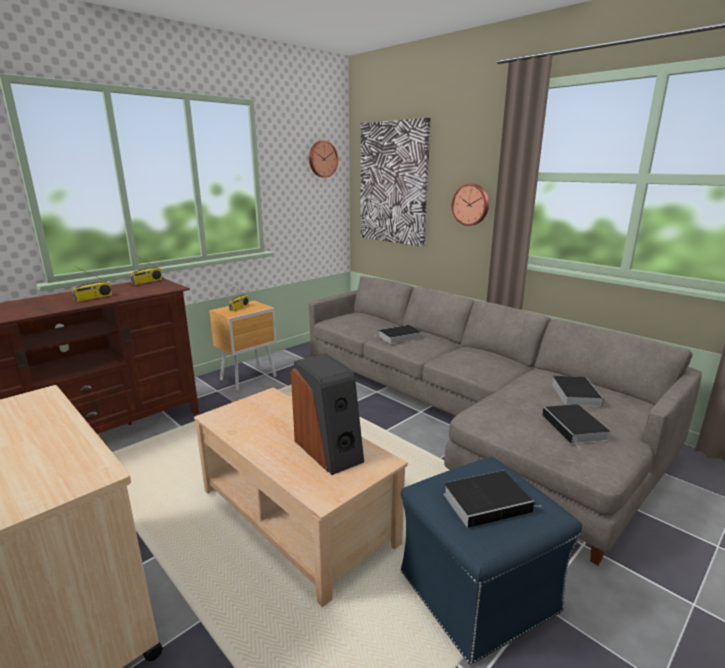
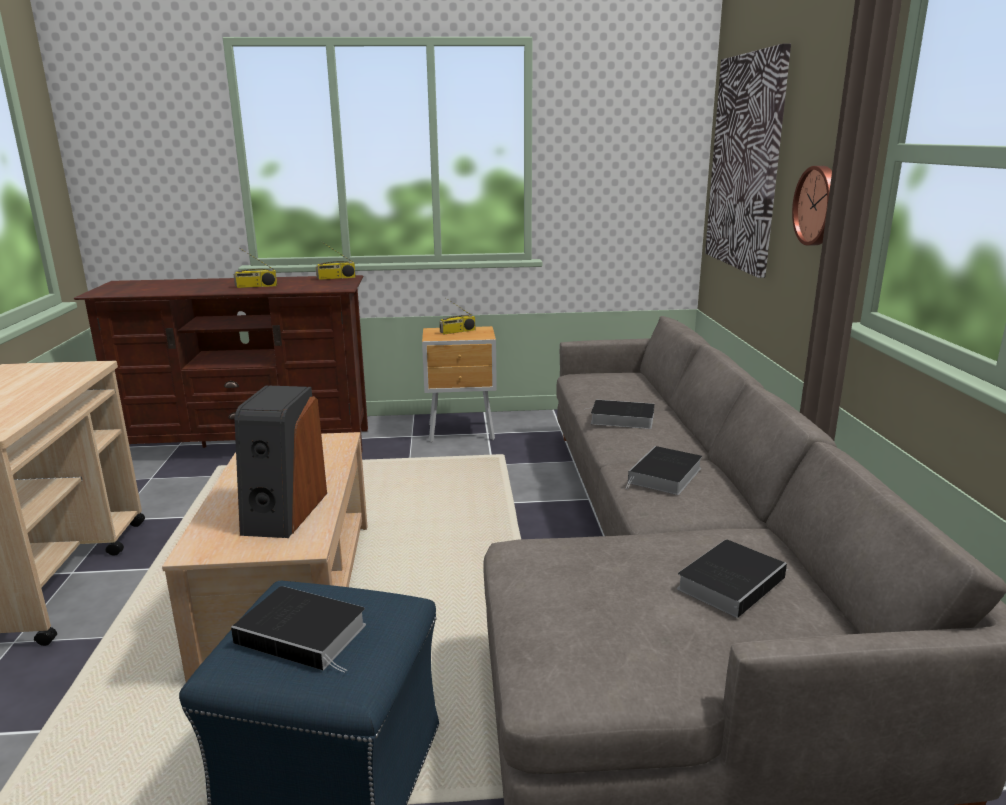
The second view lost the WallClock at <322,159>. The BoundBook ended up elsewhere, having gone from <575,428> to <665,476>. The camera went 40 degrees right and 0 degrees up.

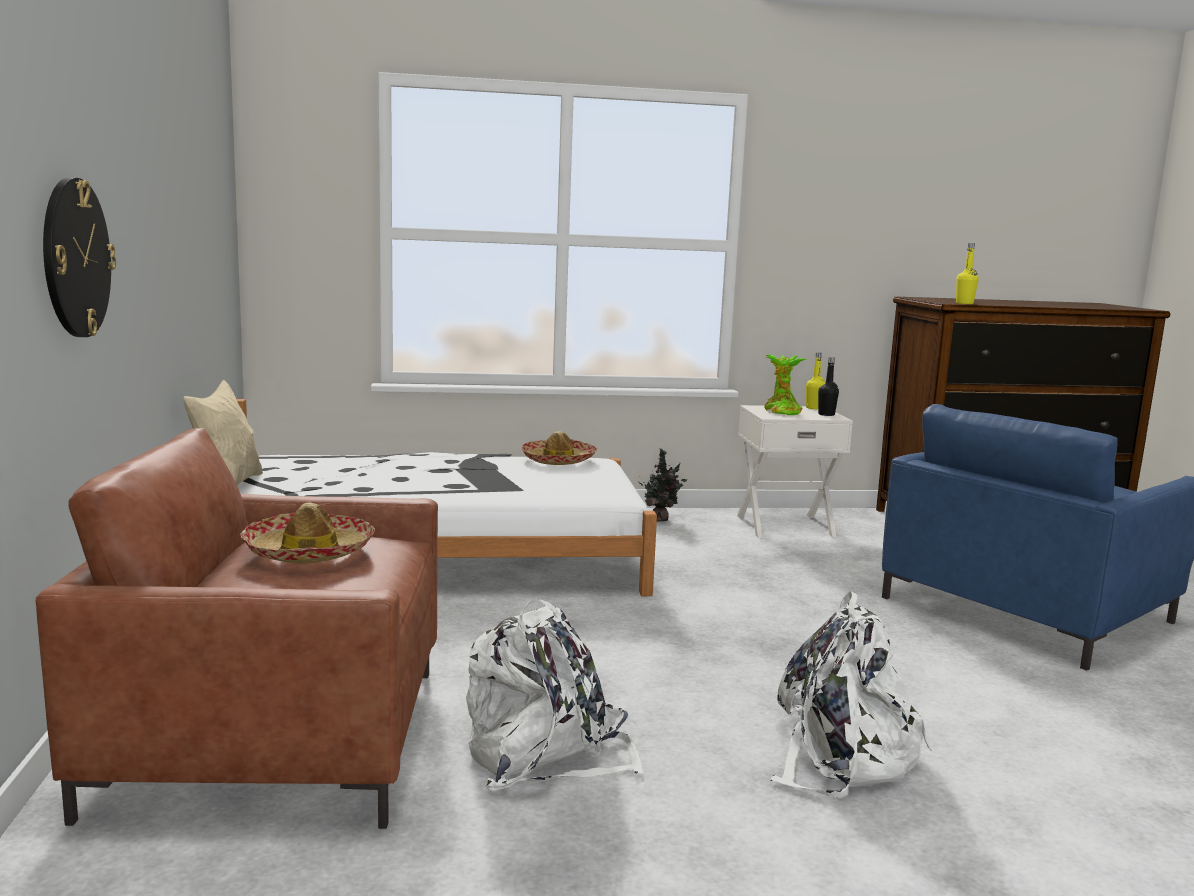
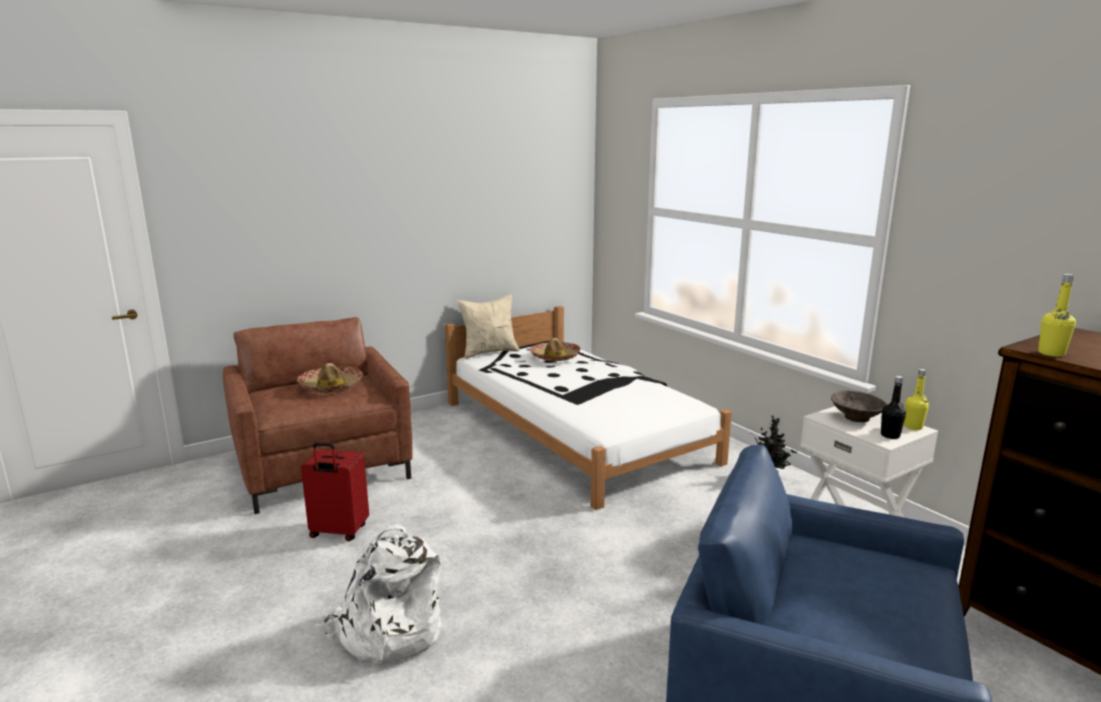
The second view lost the WallClock at <75,258>. Where the PottedPlant stood at <781,412>, the BrownishServingBowl came to stand at <856,418>. The ClothingHat ended up elsewhere, having gone from <558,460> to <555,357>. Where the WhiteColouredKnapsack stood at <546,755>, the RedSuitcase came to stand at <338,532>. The camera went 65 degrees right and 5 degrees up.

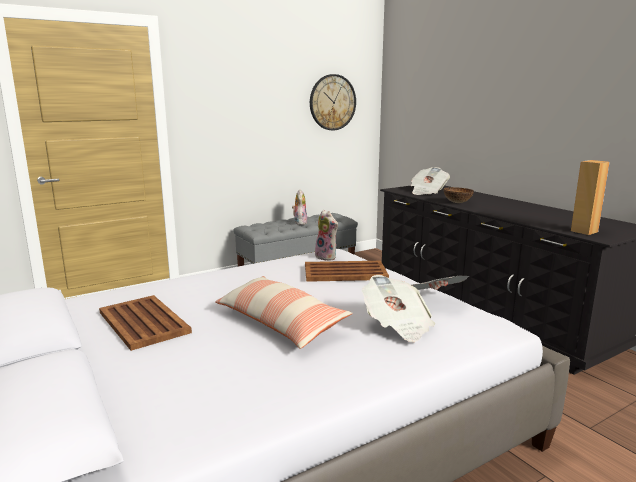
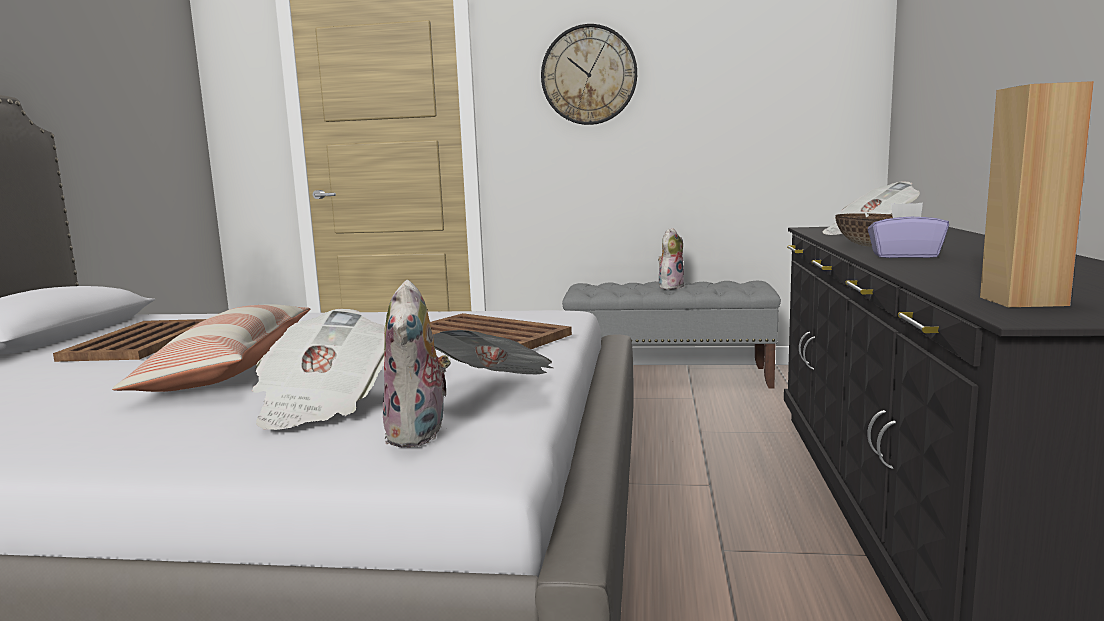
The WallClock ended up elsewhere, having gone from <332,102> to <589,75>. The SoftToy ended up elsewhere, having gone from <327,257> to <420,435>. The second view gained the PurplishTissueBox at <904,256>. The camera went 40 degrees right and 5 degrees down.

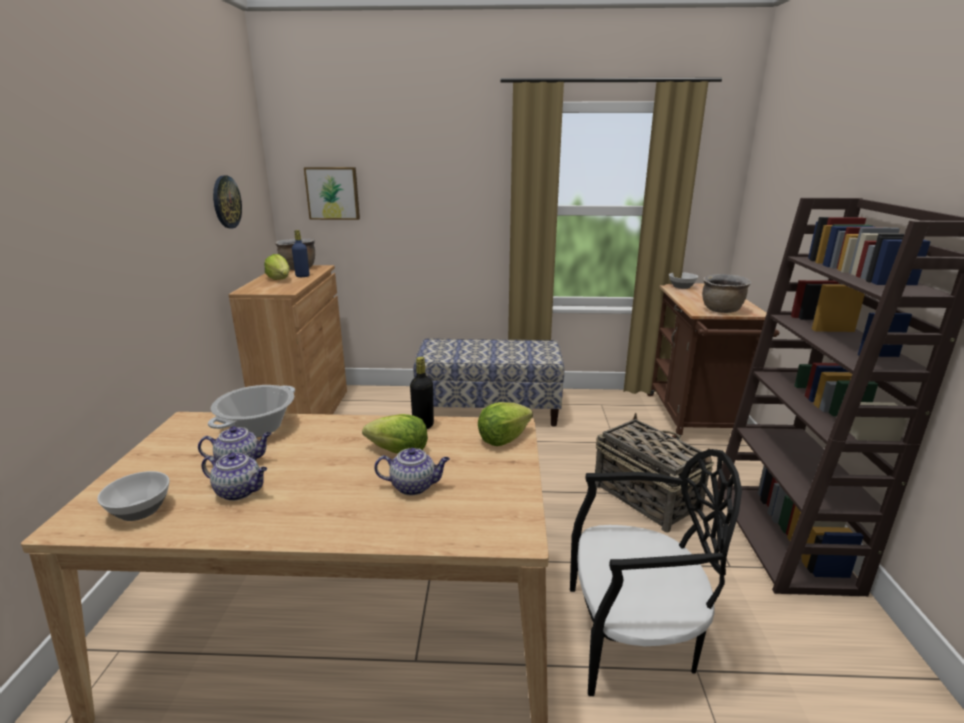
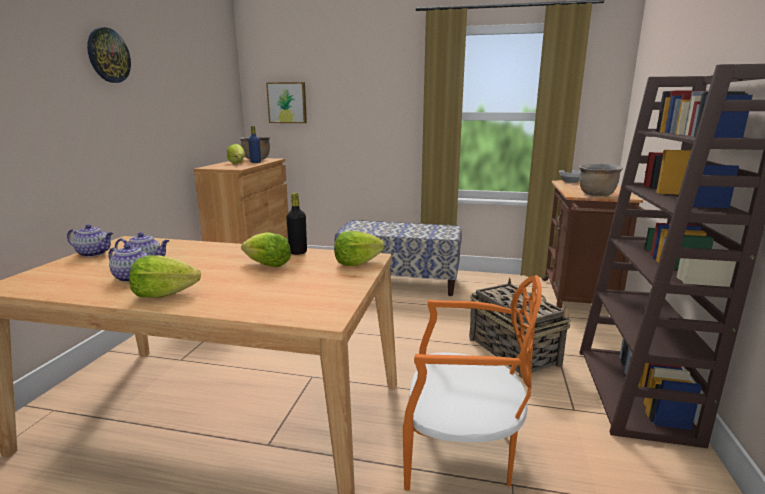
The WallClock ended up elsewhere, having gone from <226,202> to <108,55>. The second view lost the Stockpot at <257,428>. The Teapot ended up elsewhere, having gone from <414,486> to <94,253>. What was the BlackChair at <633,638> turned into the OrangeColouredChair at <461,452>. The second view lost the ServingBowl at <139,510>. The second view gained the Lettuce at <164,294>. The camera went 10 degrees right and 5 degrees down.

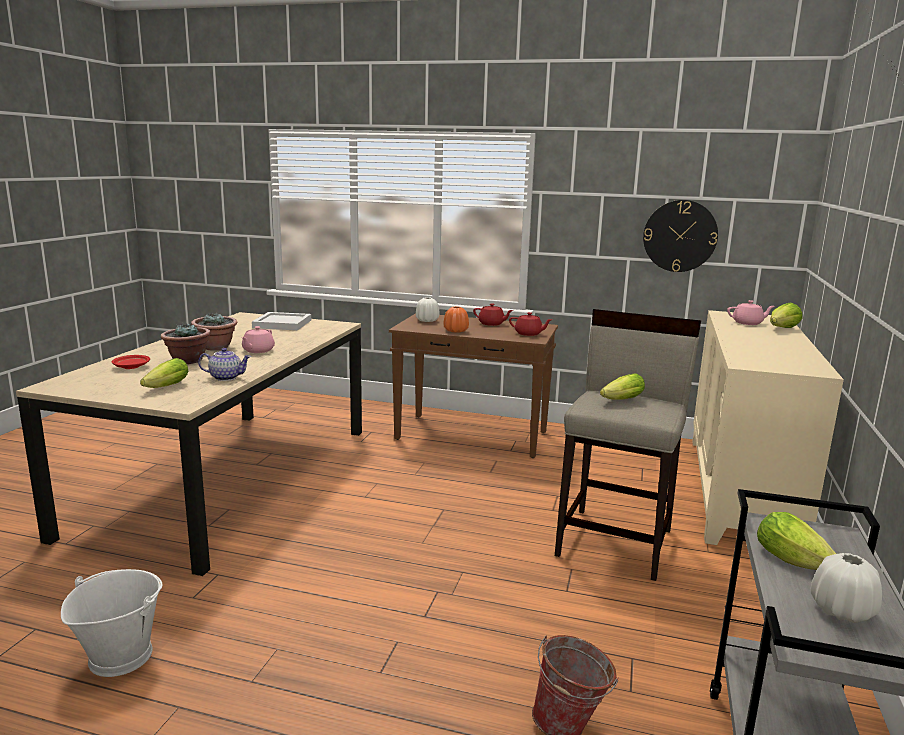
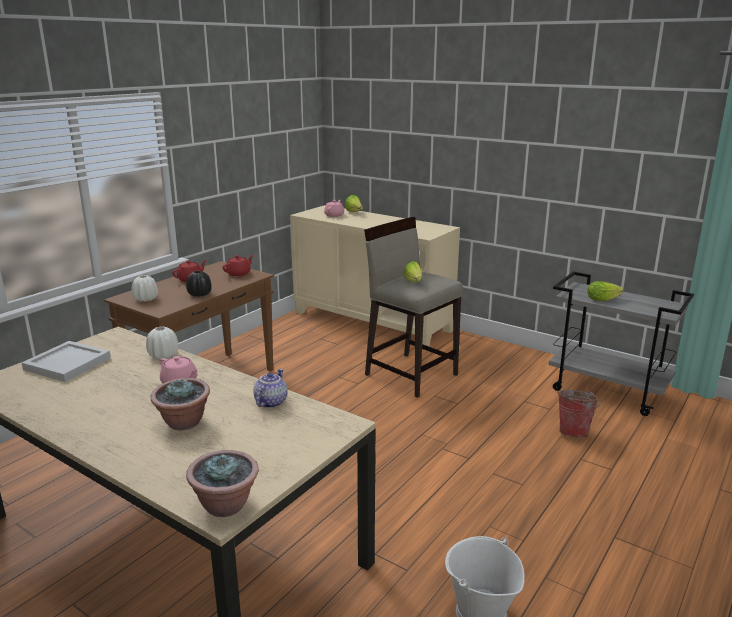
The second view lost the WallClock at <680,236>. What was the OrangeColouredDecorativeVase at <456,331> turned into the BlackDecorativeVase at <199,294>. The PottedPlant ended up elsewhere, having gone from <216,347> to <226,505>. The second view lost the RedDinnerPlate at <131,367>. The second view lost the Lettuce at <164,387>. The WhiteColouredDecorativeVase ended up elsewhere, having gone from <841,611> to <163,355>. The camera went 70 degrees left and 5 degrees up.

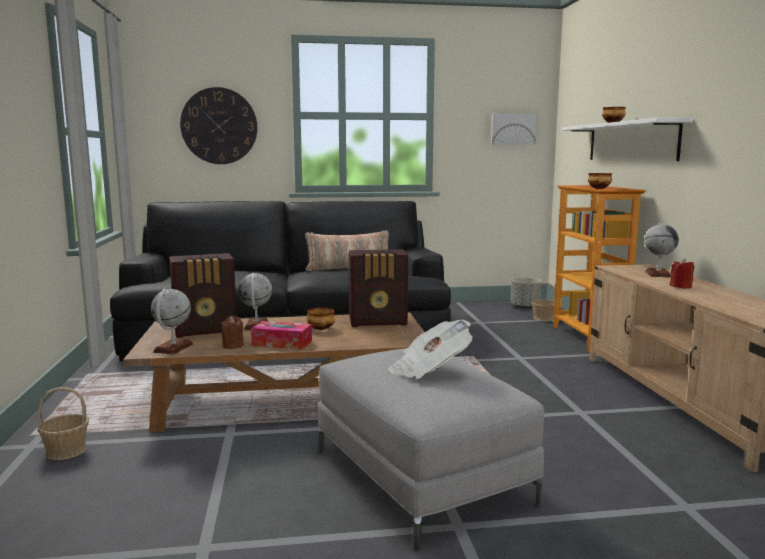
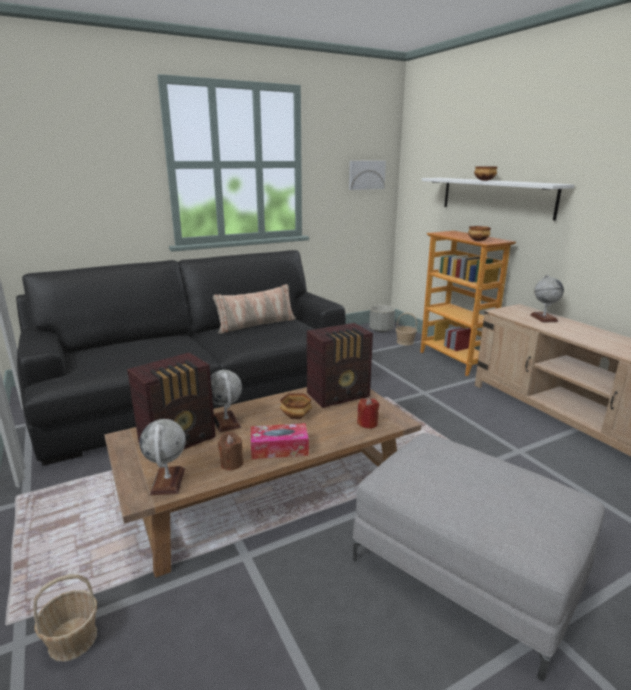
The second view lost the WallClock at <219,126>. The RedCandle ended up elsewhere, having gone from <681,286> to <367,423>. The second view lost the DailyPaper at <429,370>. The camera went 20 degrees left and 10 degrees up.

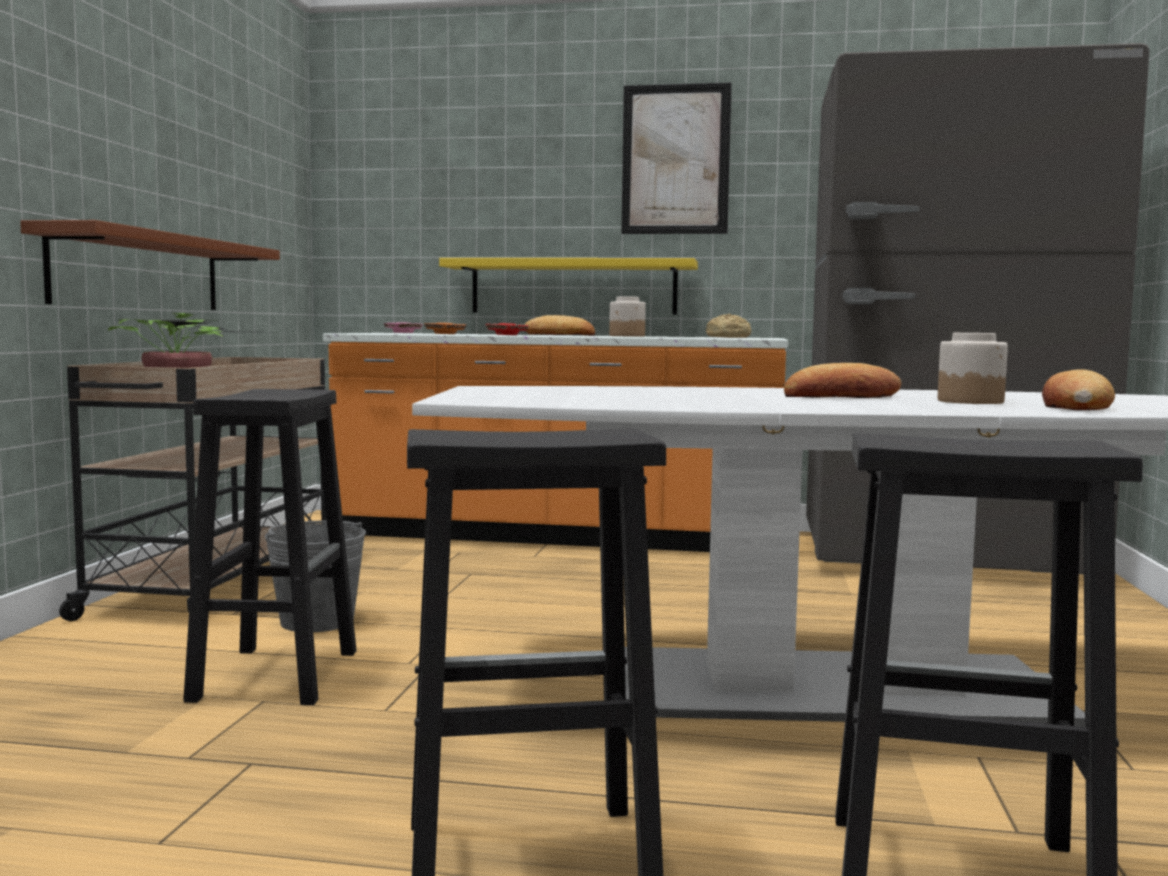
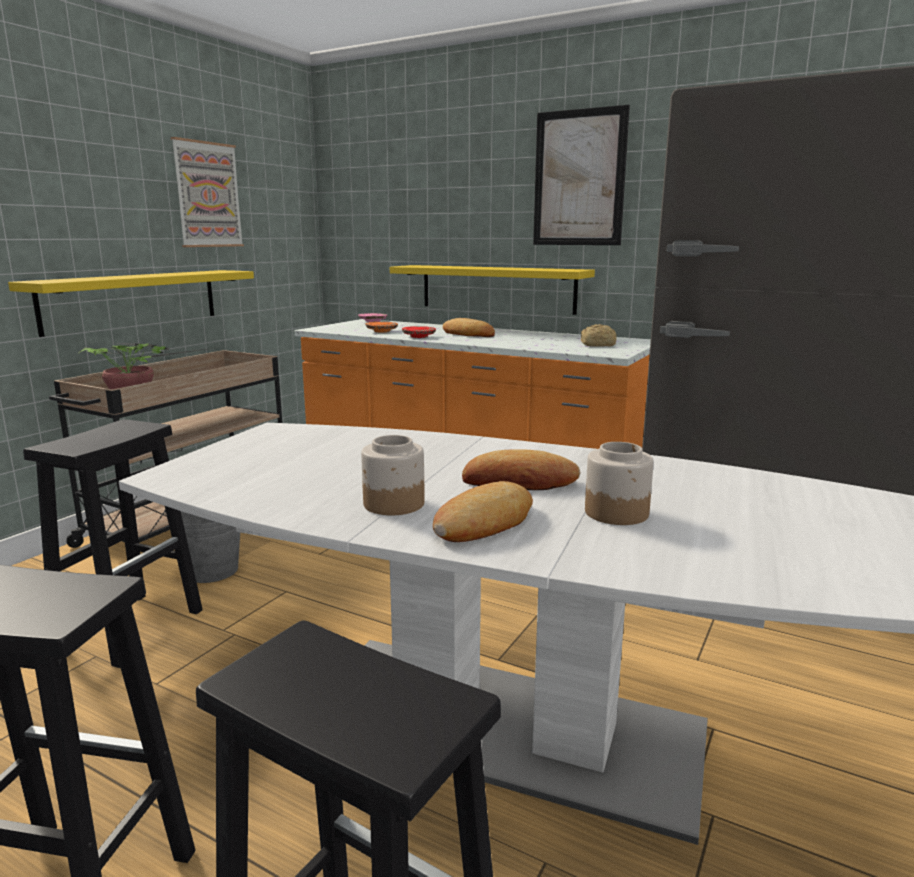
What was the BrownishBracketShelf at <139,272> turned into the YellowBracketShelf at <133,300>. The Jar ended up elsewhere, having gone from <627,336> to <393,504>. The BakeryBread ended up elsewhere, having gone from <1074,406> to <484,522>. The second view gained the Picture at <207,195>. The camera went 20 degrees right and 10 degrees up.

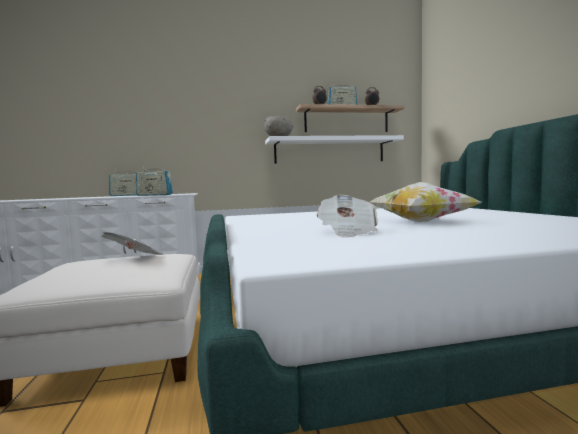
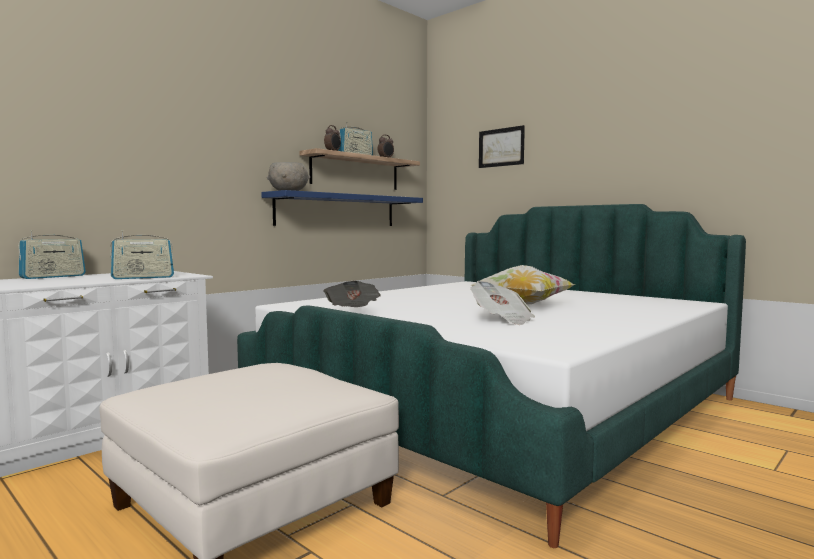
What was the WhiteColouredBracketShelf at <330,151> turned into the BlueBracketShelf at <337,210>. The DailyPaper ended up elsewhere, having gone from <134,259> to <353,311>. The second view gained the Picture at <501,147>. The camera went 35 degrees left and 0 degrees up.

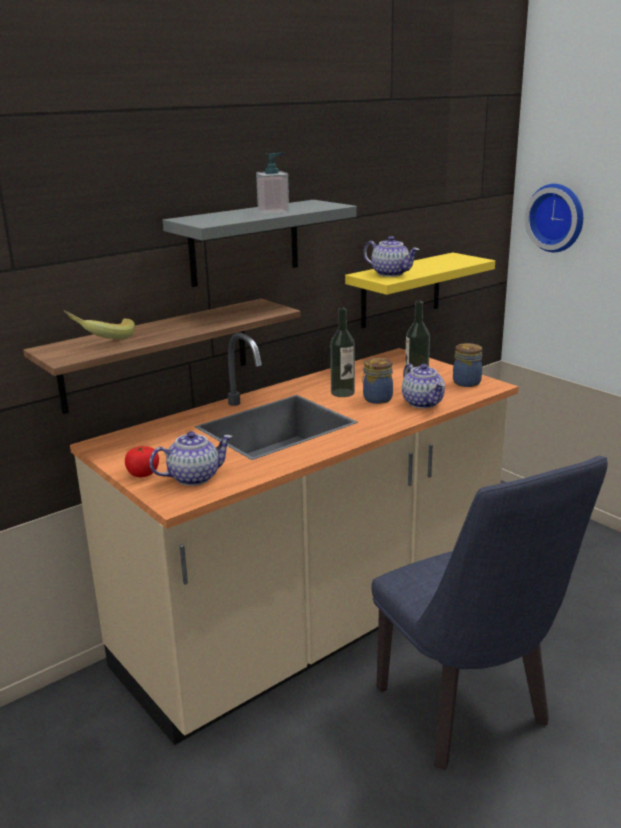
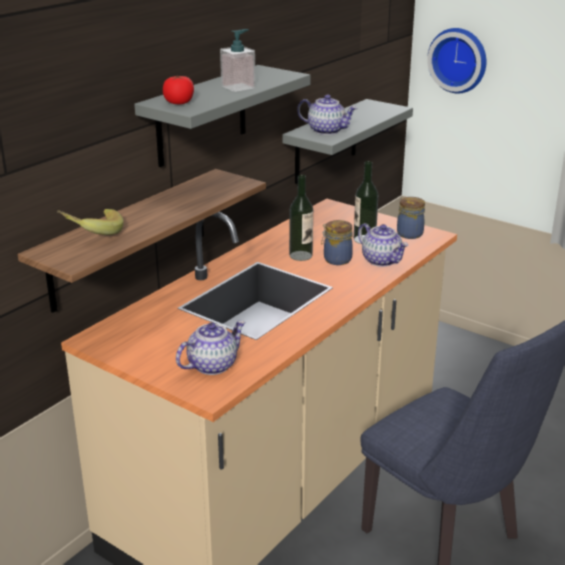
What was the YellowBracketShelf at <401,290> turned into the GrayBracketShelf at <326,142>. The Tomato ended up elsewhere, having gone from <143,474> to <179,102>. The camera went 15 degrees left and 5 degrees up.

